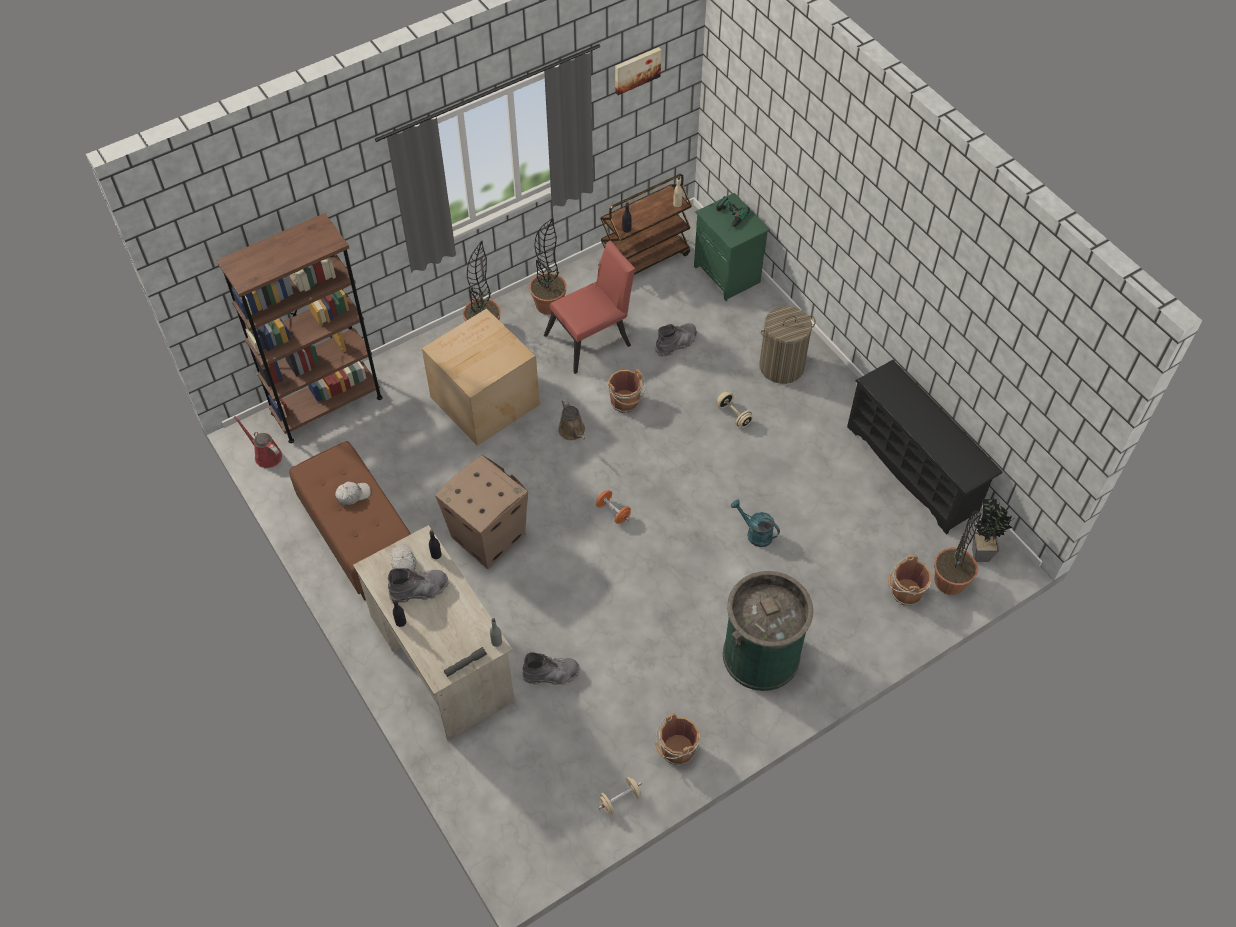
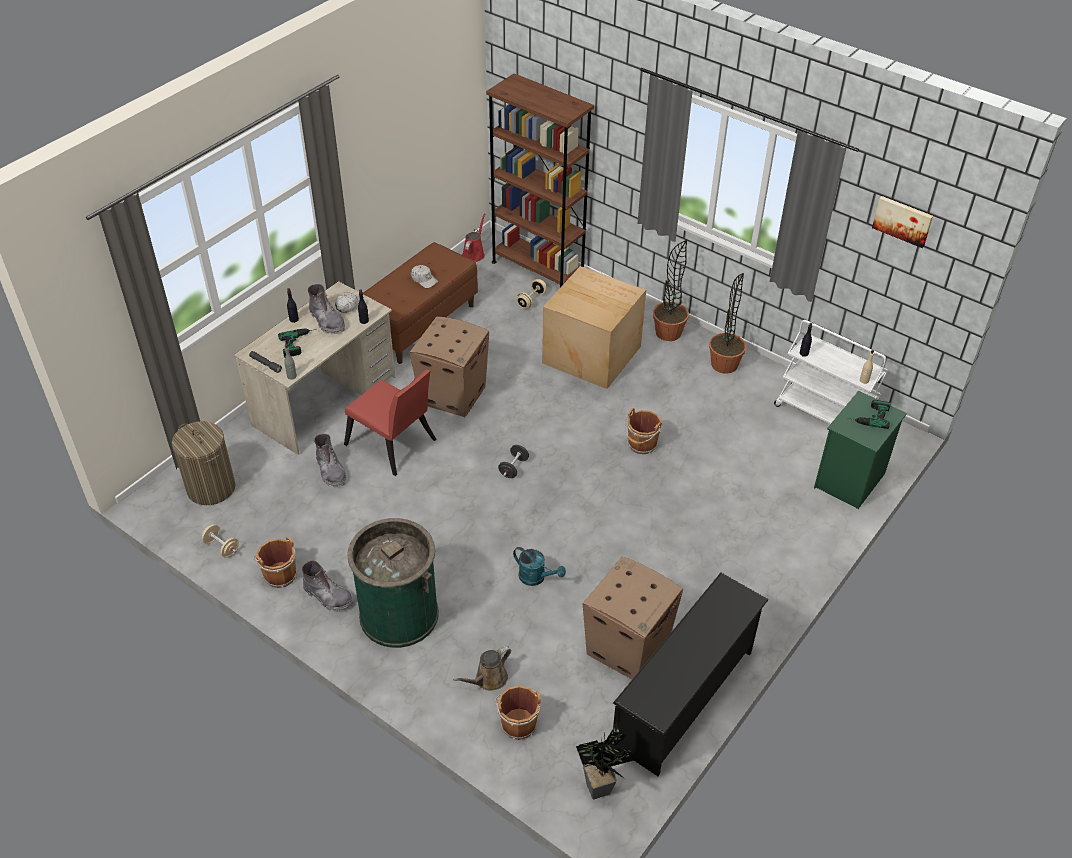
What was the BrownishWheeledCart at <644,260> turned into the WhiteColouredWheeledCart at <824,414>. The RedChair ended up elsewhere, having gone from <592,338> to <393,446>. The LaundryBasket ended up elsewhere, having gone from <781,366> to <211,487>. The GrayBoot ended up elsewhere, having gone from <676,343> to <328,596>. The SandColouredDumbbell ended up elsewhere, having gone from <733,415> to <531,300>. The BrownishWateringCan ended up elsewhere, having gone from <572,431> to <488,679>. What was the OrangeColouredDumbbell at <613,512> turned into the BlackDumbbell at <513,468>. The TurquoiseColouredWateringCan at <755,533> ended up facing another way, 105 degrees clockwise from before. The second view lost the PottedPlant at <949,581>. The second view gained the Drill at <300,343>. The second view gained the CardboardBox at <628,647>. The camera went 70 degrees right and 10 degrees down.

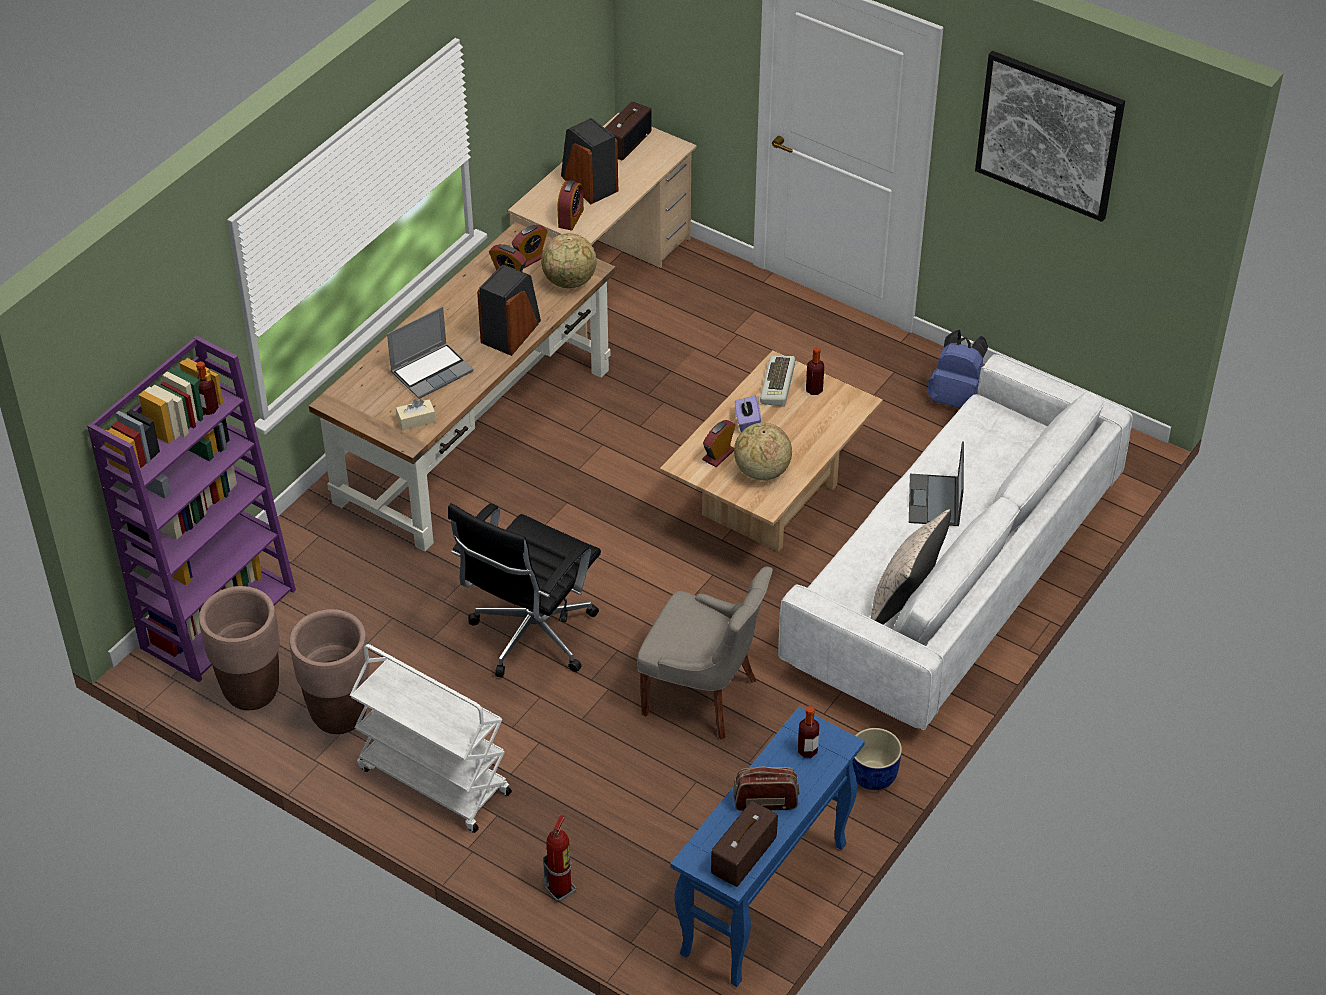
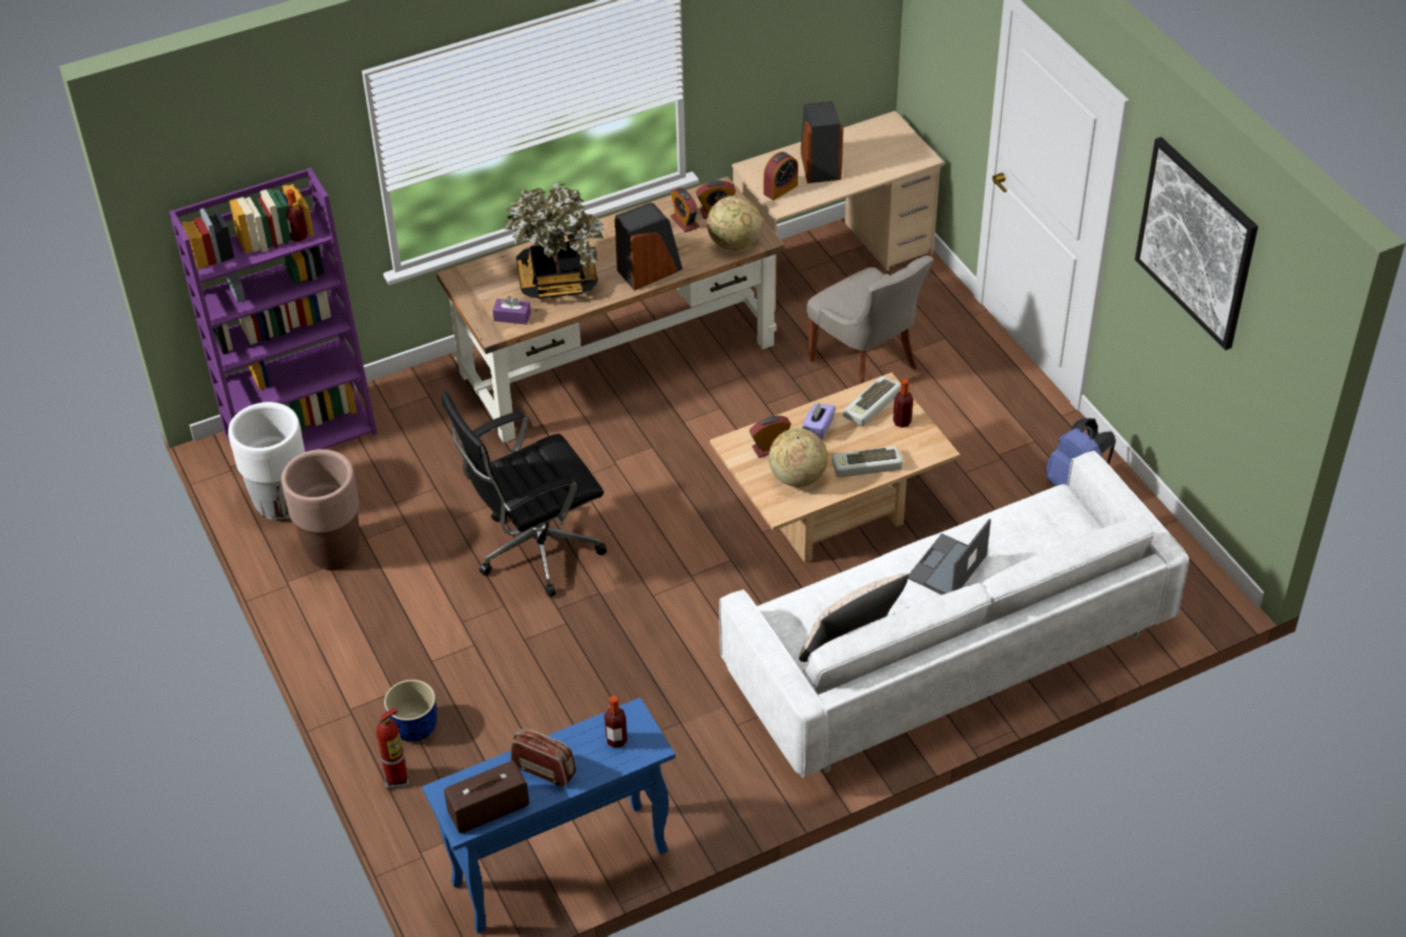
The second view lost the RadioSet at <627,142>. Where the PortableComputer stood at <432,371>, the PottedPlant came to stand at <557,280>. What was the SandColouredTissueBox at <416,420> turned into the PurplishTissueBox at <512,317>. The GrayChair ended up elsewhere, having gone from <703,696> to <866,365>. What was the BrownishFlowerPot at <251,691> turned into the WhiteColouredFlowerPot at <281,503>. The second view lost the WhiteColouredWheeledCart at <433,780>. The BlueFlowerPot ended up elsewhere, having gone from <873,776> to <414,727>. The second view gained the PcKeyboard at <866,466>. The camera went 30 degrees right and 0 degrees up.

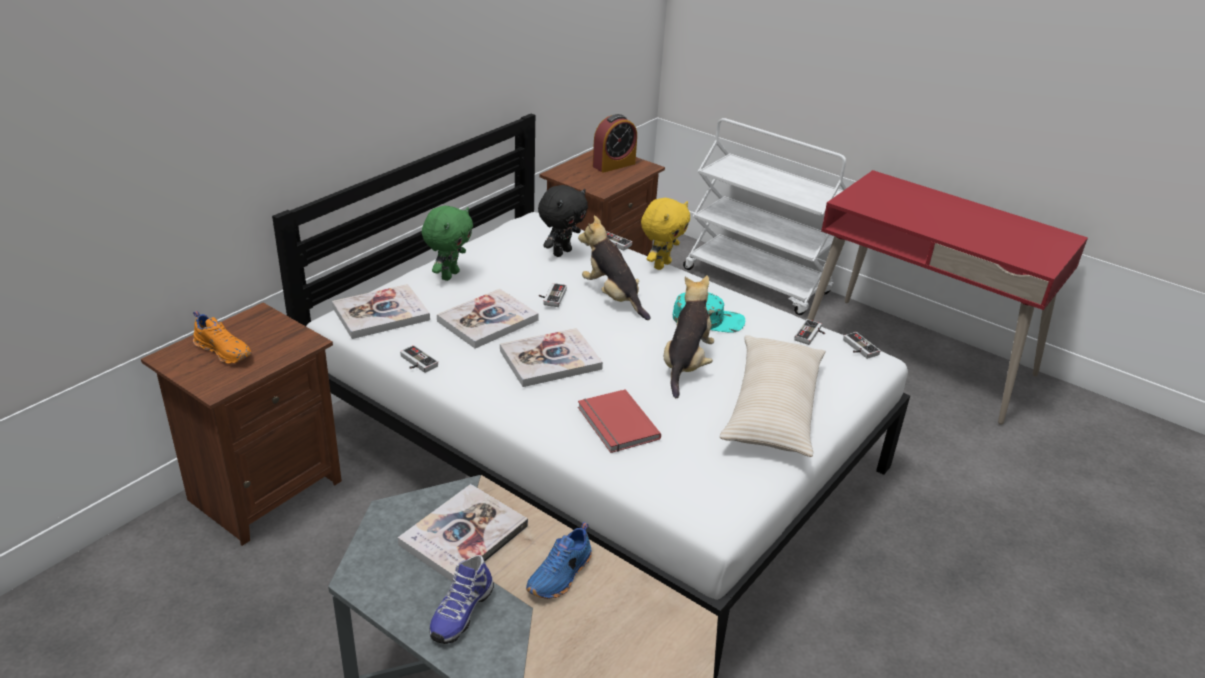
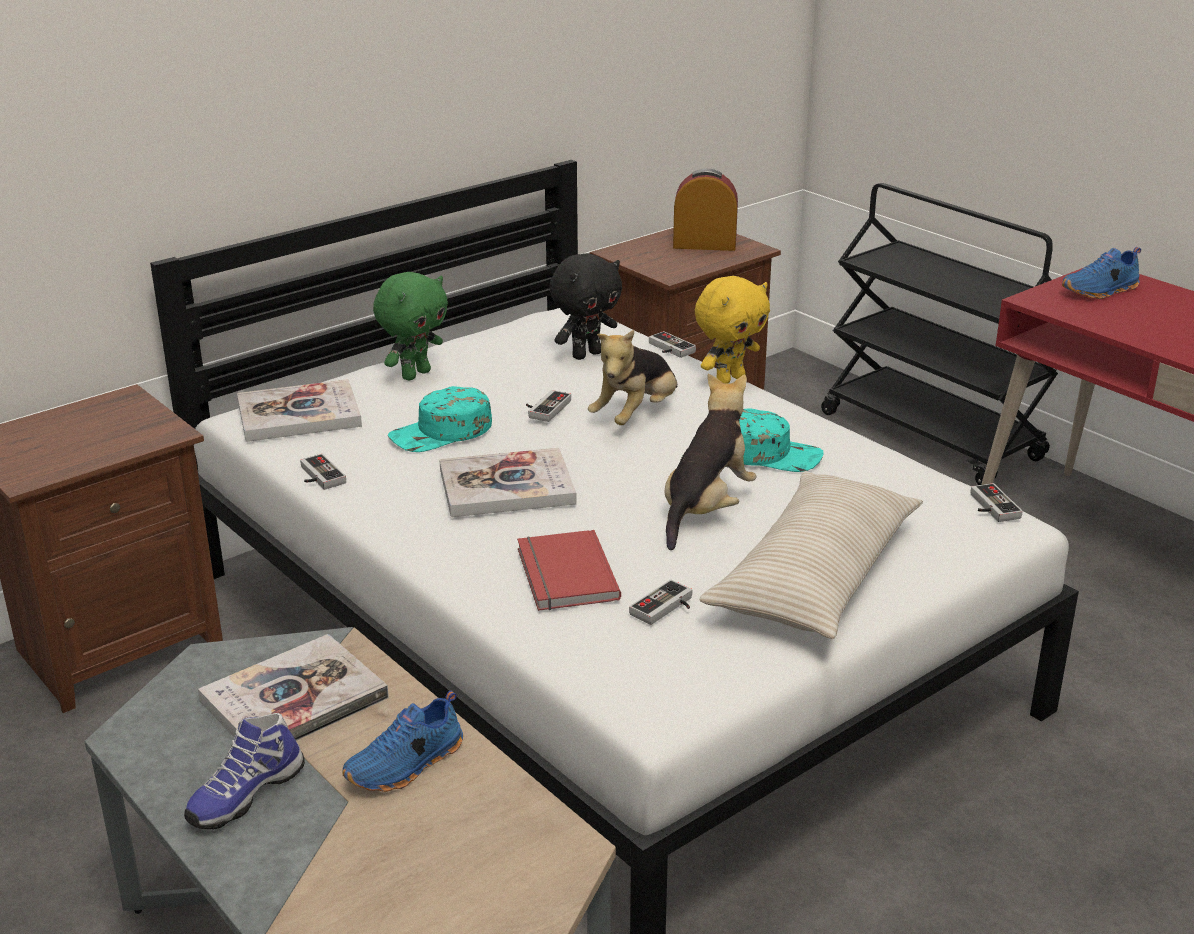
The AlarmClock at <614,165> ended up facing another way, 150 degrees counterclockwise from before. What was the WhiteColouredWheeledCart at <757,281> turned into the BlackWheeledCart at <932,437>. The SoftToy at <613,297> ended up facing another way, 120 degrees counterclockwise from before. Where the BoundBook stood at <487,321>, the TurquoiseColouredCap came to stand at <441,432>. The second view lost the OrangeColouredShoe at <224,351>. The Gamepad ended up elsewhere, having gone from <811,335> to <666,608>. The second view gained the BlueShoe at <1101,291>. The camera went 15 degrees right and 5 degrees down.

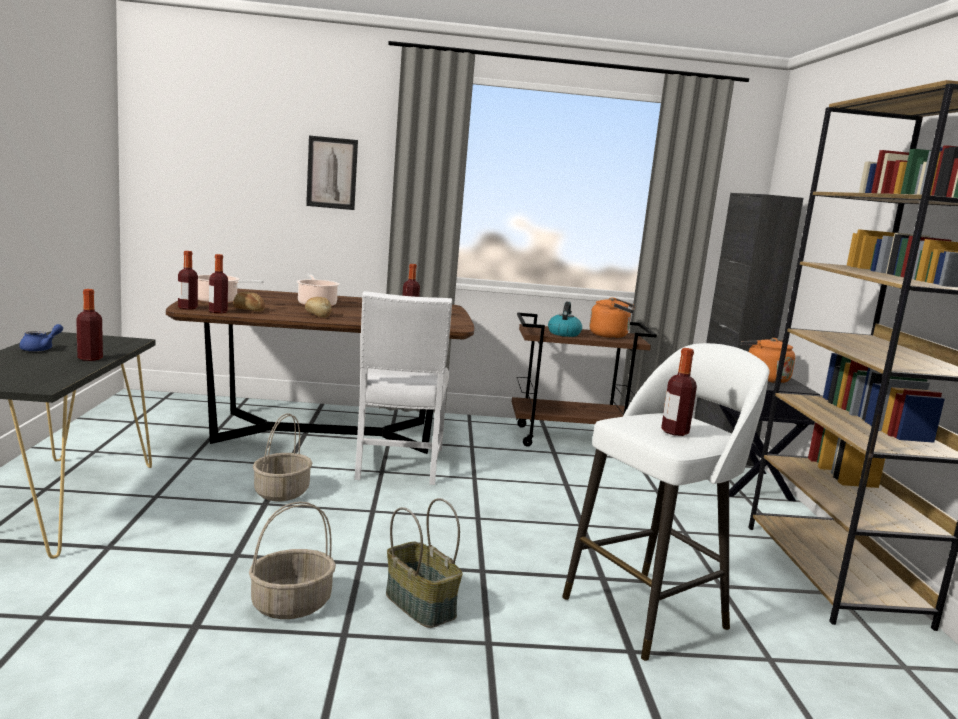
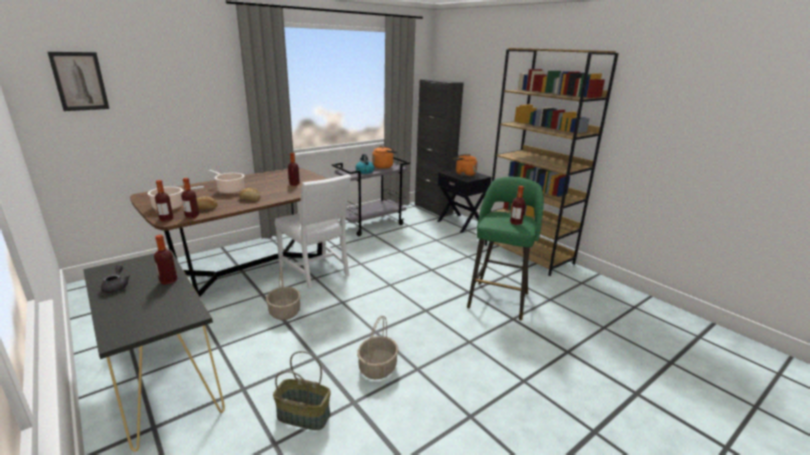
The Picture ended up elsewhere, having gone from <332,173> to <79,81>. What was the BrownishWheeledCart at <571,439> turned into the GrayWheeledCart at <372,224>. What was the BlueTeapot at <41,349> turned into the GrayTeapot at <117,286>. What was the WhiteColouredStool at <648,612> turned into the GreenColouredStool at <499,299>. The HouseholdBasket ended up elsewhere, having gone from <421,605> to <304,415>. The camera went 35 degrees left and 10 degrees up.

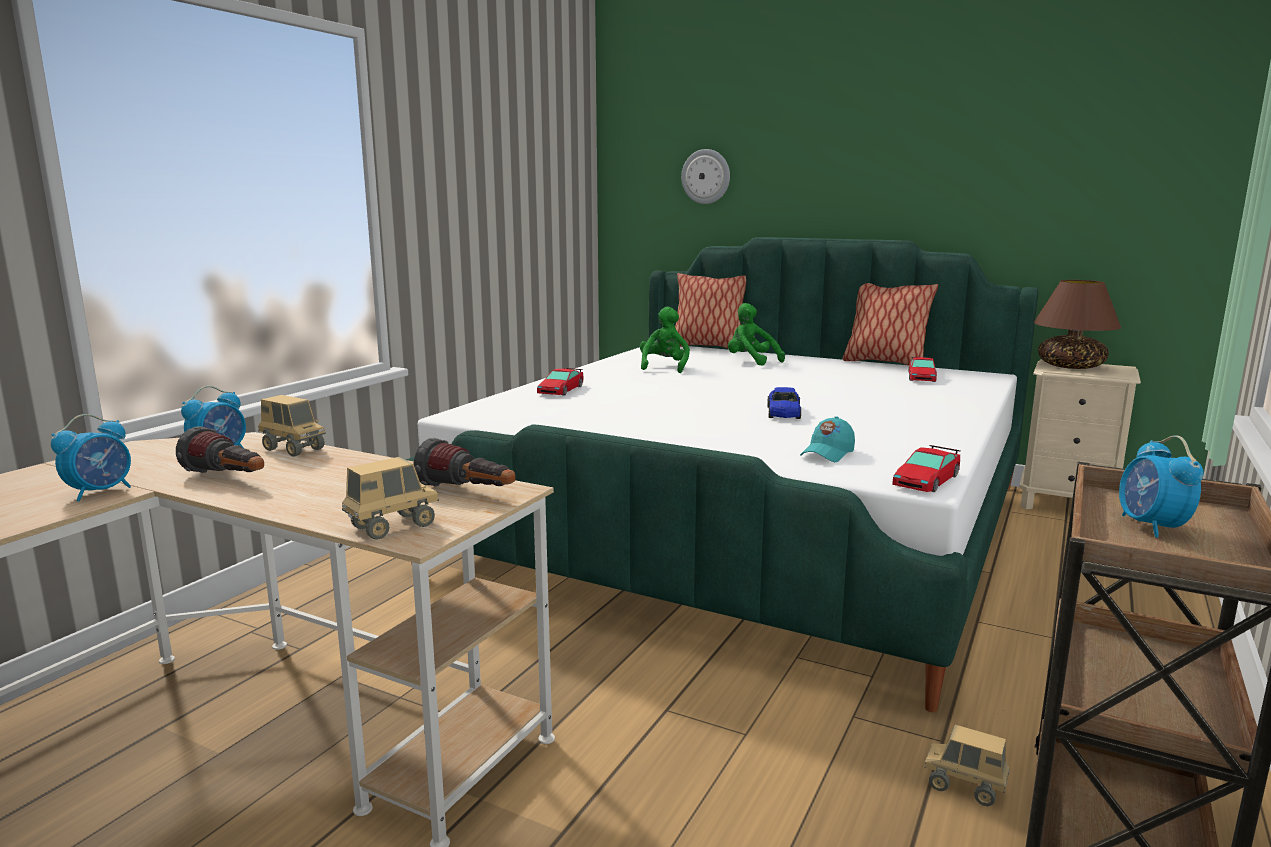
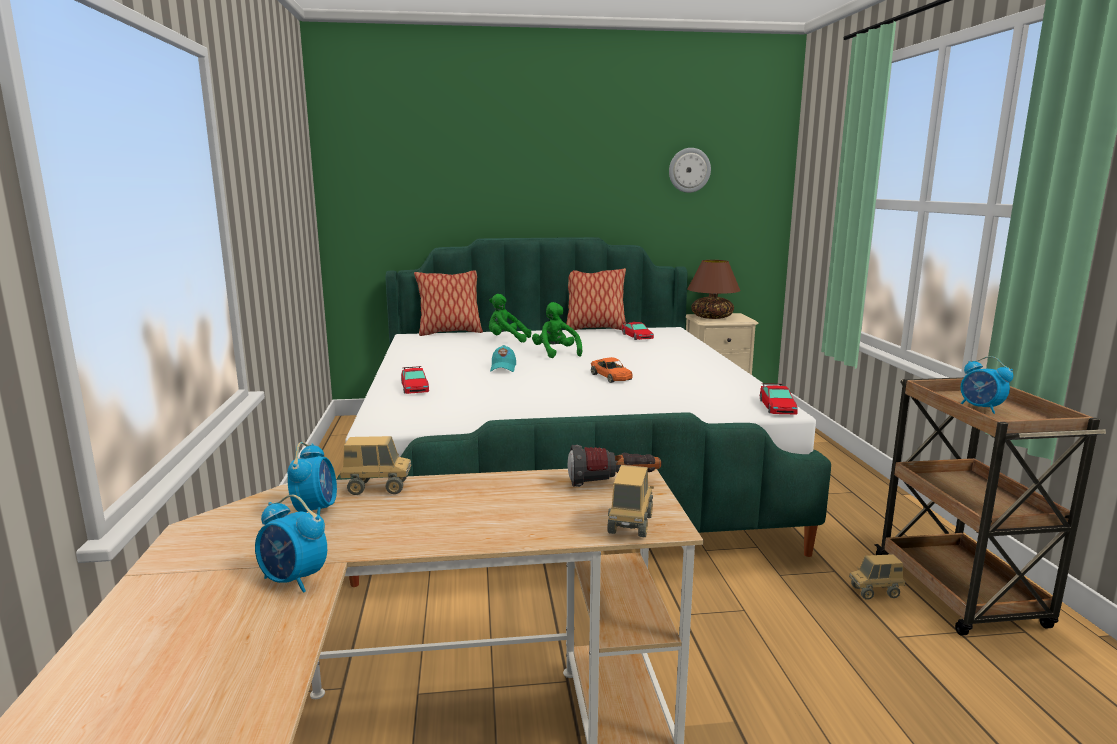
The WallClock ended up elsewhere, having gone from <706,176> to <689,170>. The GreenColouredSoftToy ended up elsewhere, having gone from <664,367> to <556,353>. What was the BlueModelCar at <783,412> turned into the OrangeColouredModelCar at <611,377>. The AlarmClock at <101,492> ended up facing another way, 120 degrees clockwise from before. The TurquoiseColouredCap ended up elsewhere, having gone from <827,454> to <503,368>. The second view lost the Flashlight at <229,479>. The camera went 35 degrees left and 0 degrees up.

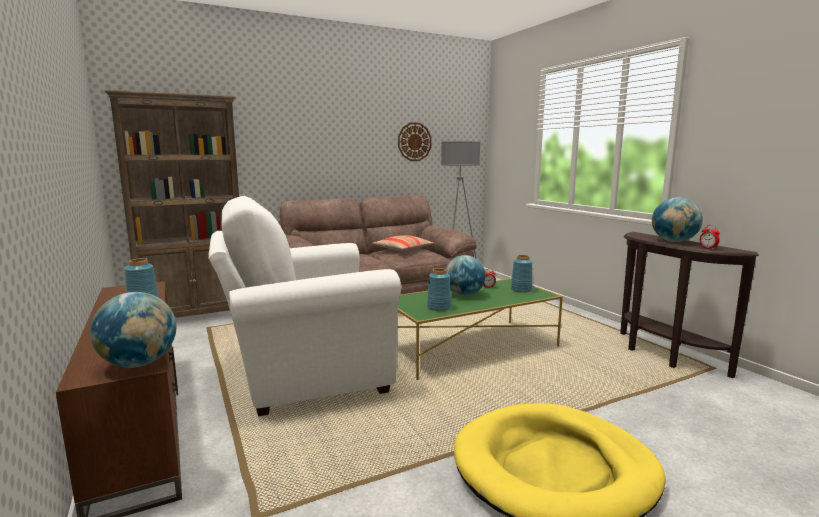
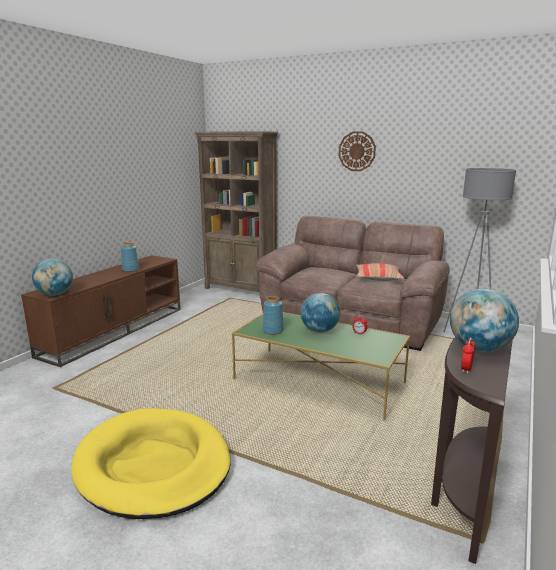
The WallClock ended up elsewhere, having gone from <414,142> to <357,151>. The second view lost the WhiteColouredLoungeChair at <305,372>. The second view lost the BlueDecorativeVase at <521,290>. The camera went 55 degrees right and 5 degrees up.

